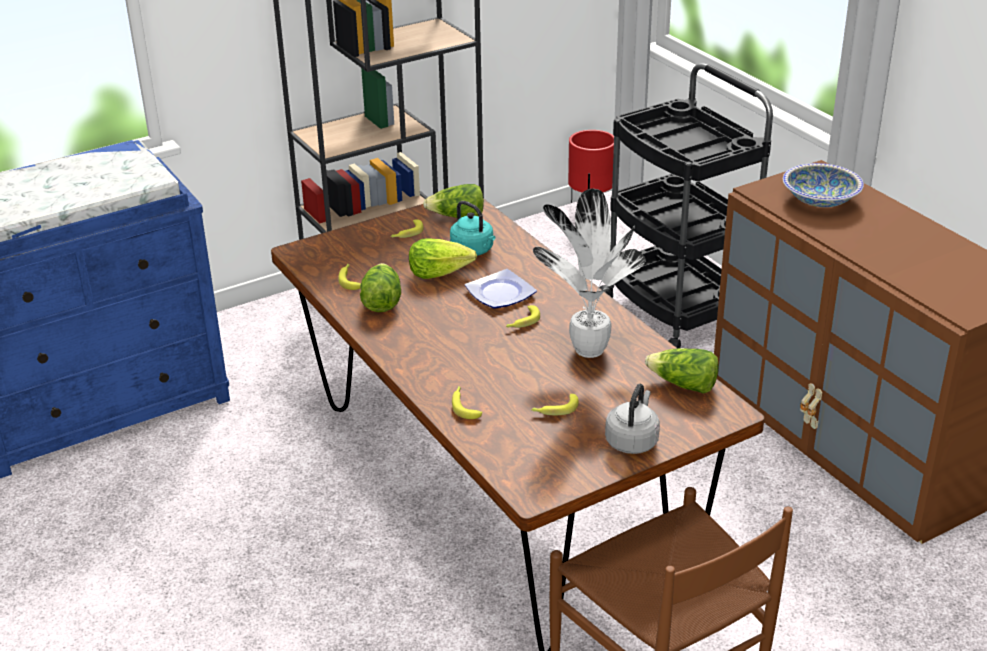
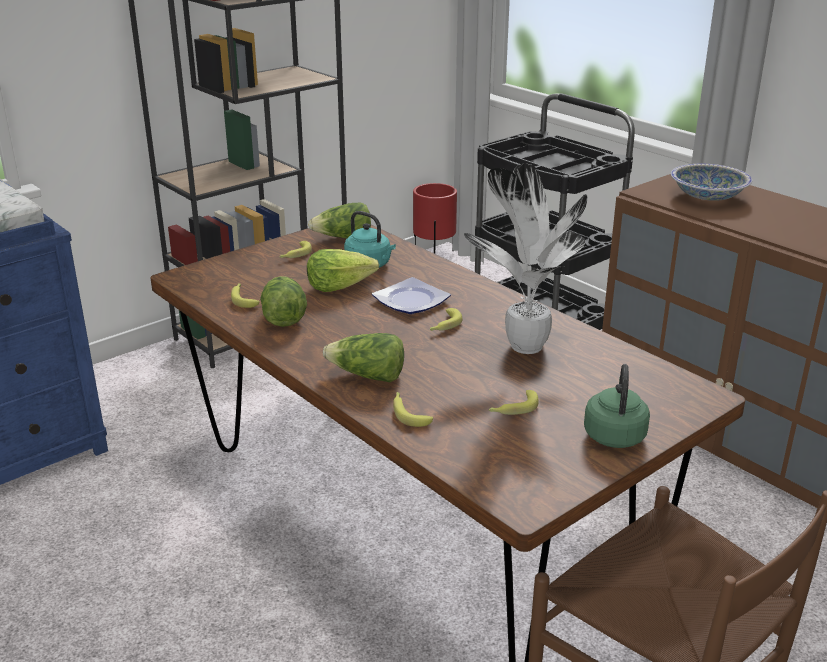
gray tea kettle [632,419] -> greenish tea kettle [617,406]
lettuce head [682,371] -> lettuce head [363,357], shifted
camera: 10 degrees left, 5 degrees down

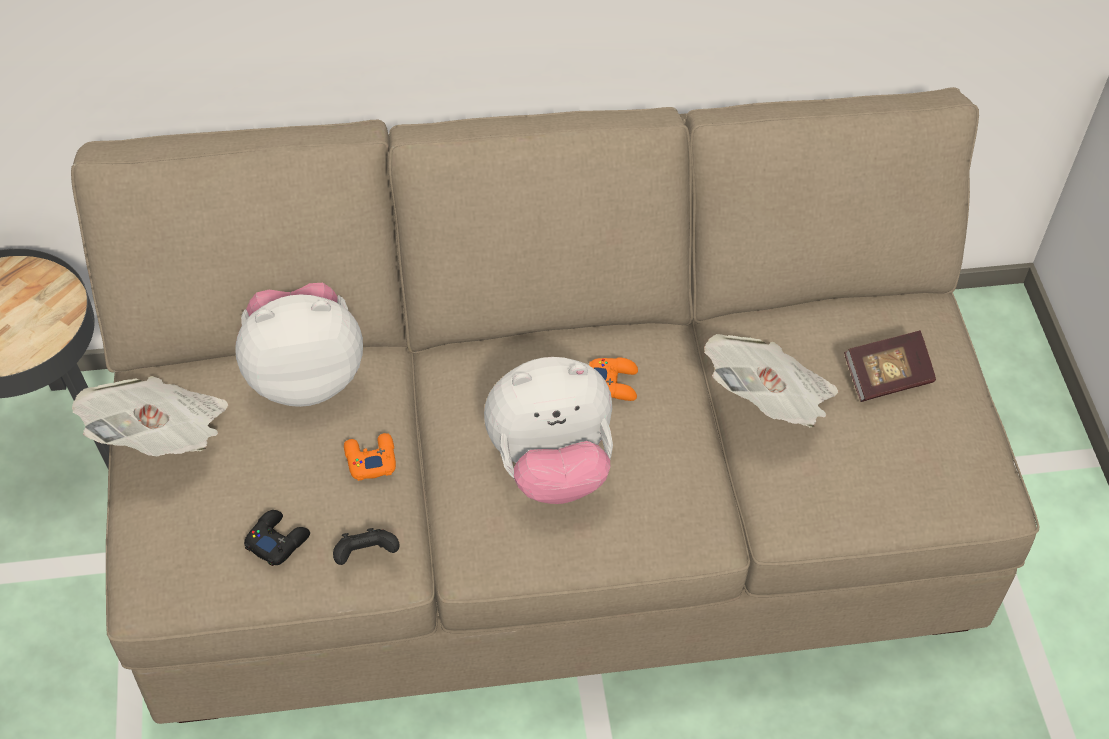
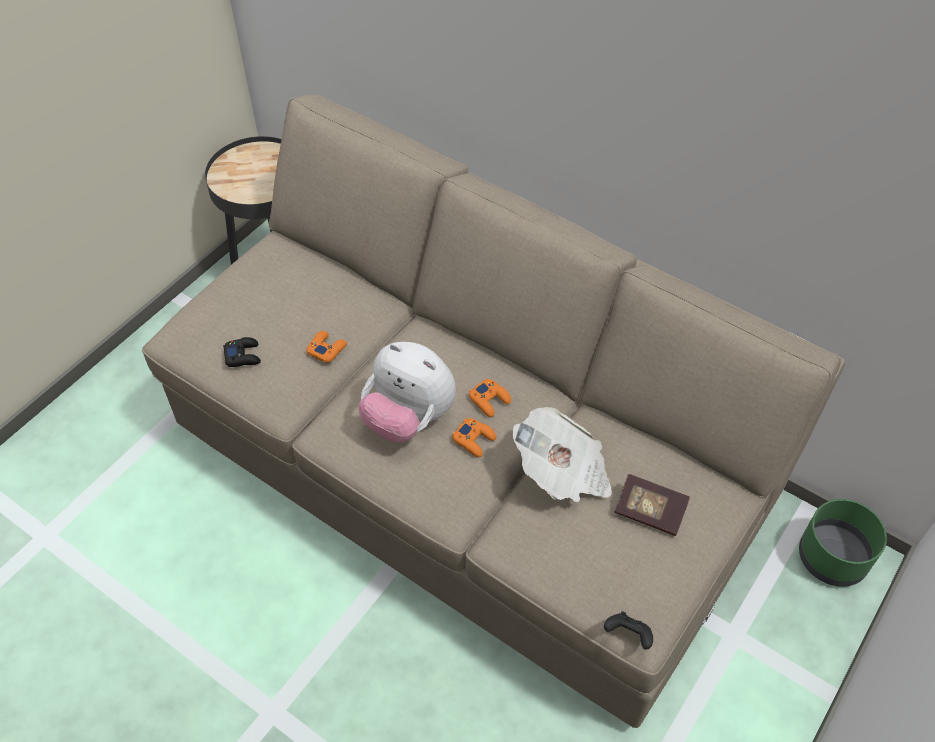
daily paper [150,416] -> none
soft toy [299,345] -> none
black joypad [366,546] -> black joypad [628,630], shifted
none -> orange joypad [474,437]
none -> greenish flower pot [843,543]
camera: 45 degrees right, 0 degrees up

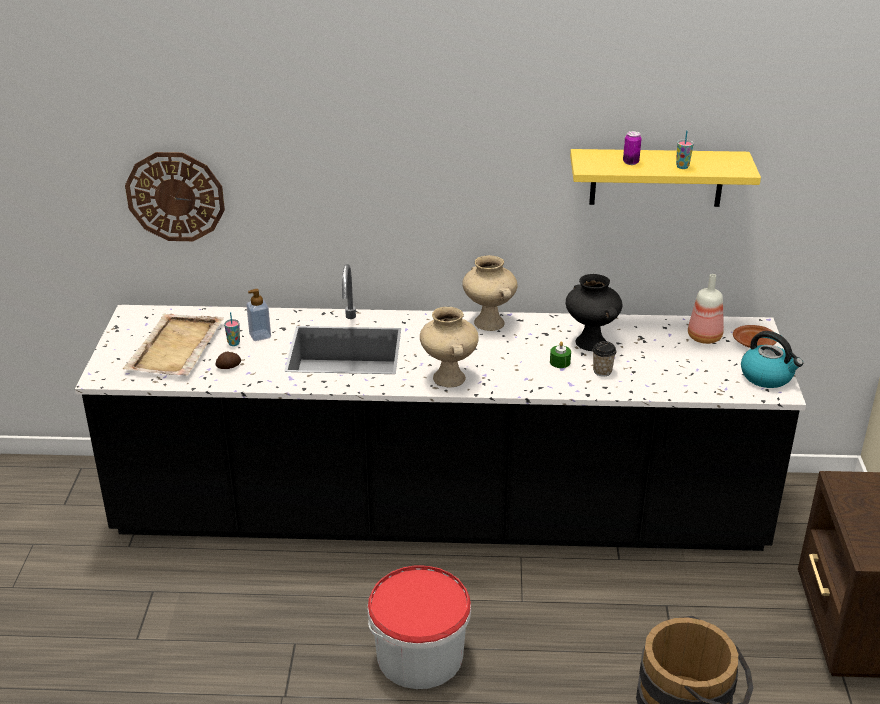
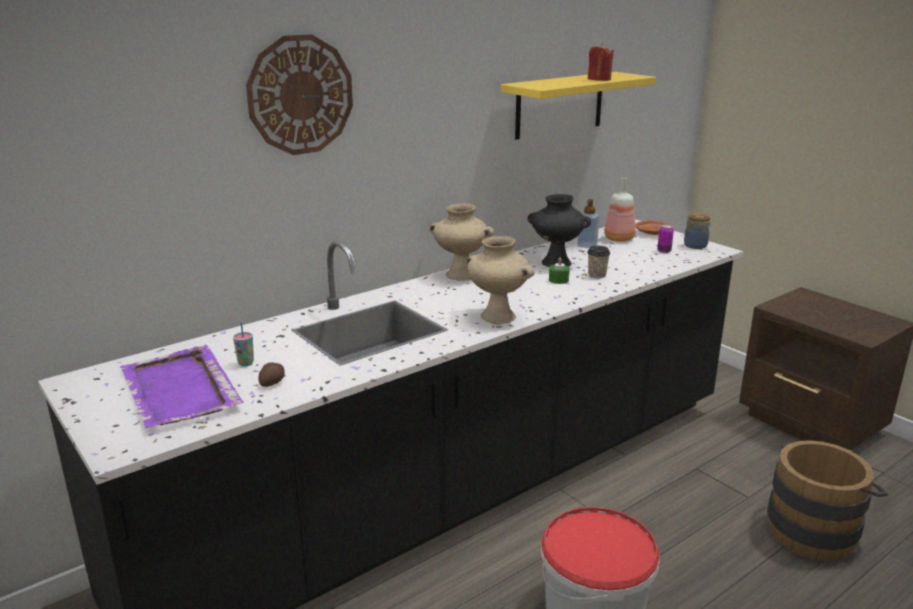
beige carrying tray [173,344] -> purple-coloured carrying tray [181,386]
hanging clock [175,196] -> hanging clock [299,94], shifted
soap bottle [258,315] -> soap bottle [588,223], shifted
sealed can [632,148] -> sealed can [665,239], shifted
small cup [685,149] -> reddish candle [601,62]
tea kettle [772,359] -> jar [697,231]
camera: 40 degrees left, 10 degrees down

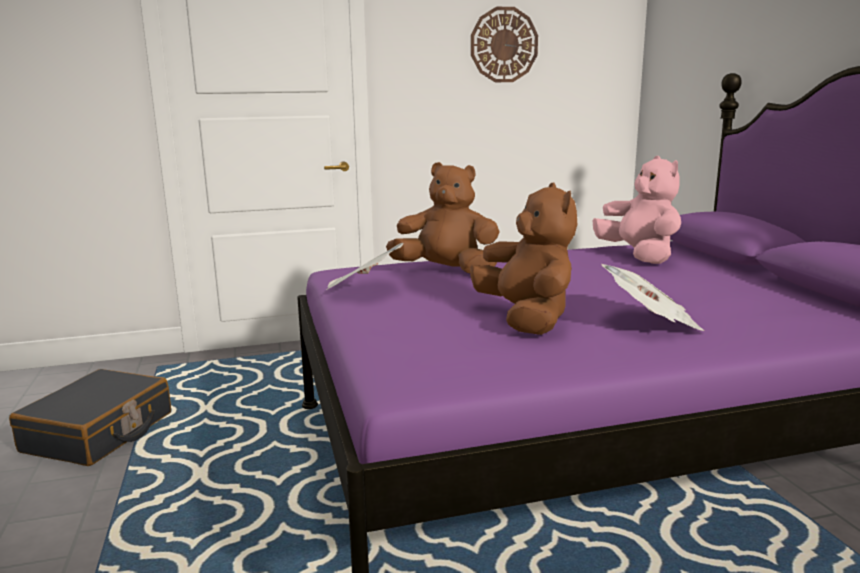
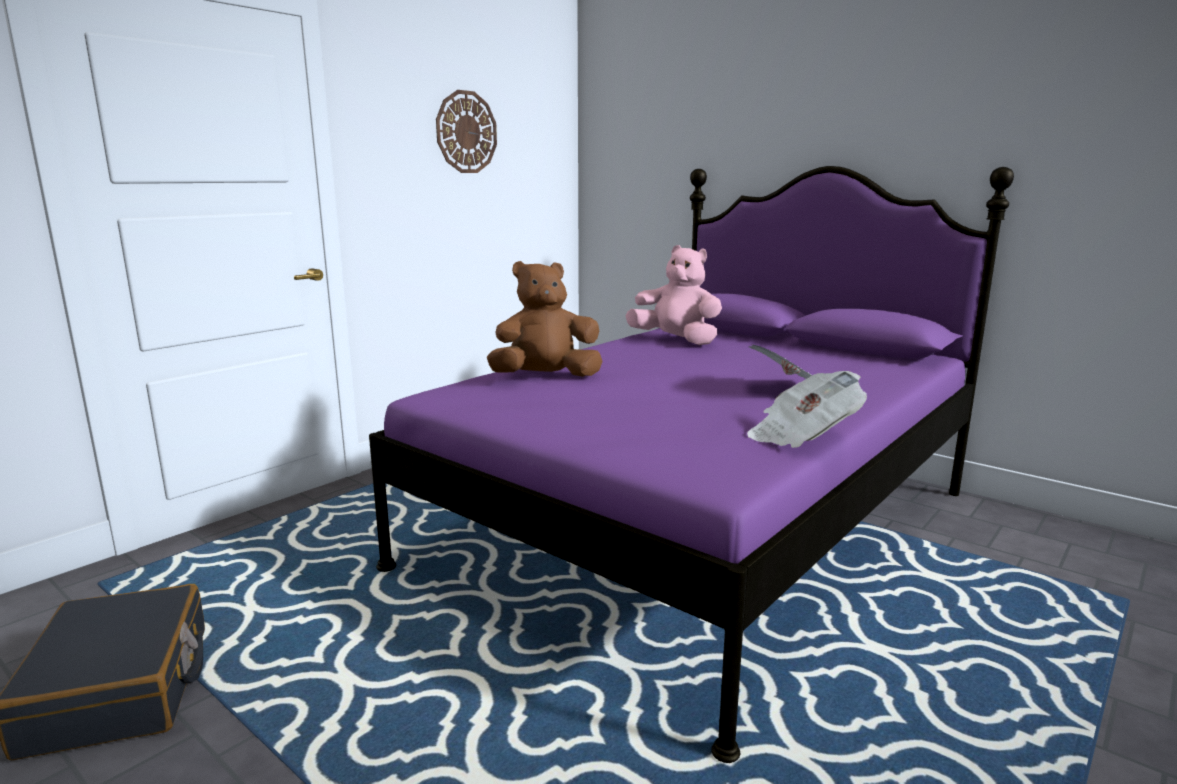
daily paper [364,267] -> daily paper [807,409], shifted
brown-coloured soft toy [523,259] -> none
camera: 35 degrees left, 0 degrees up

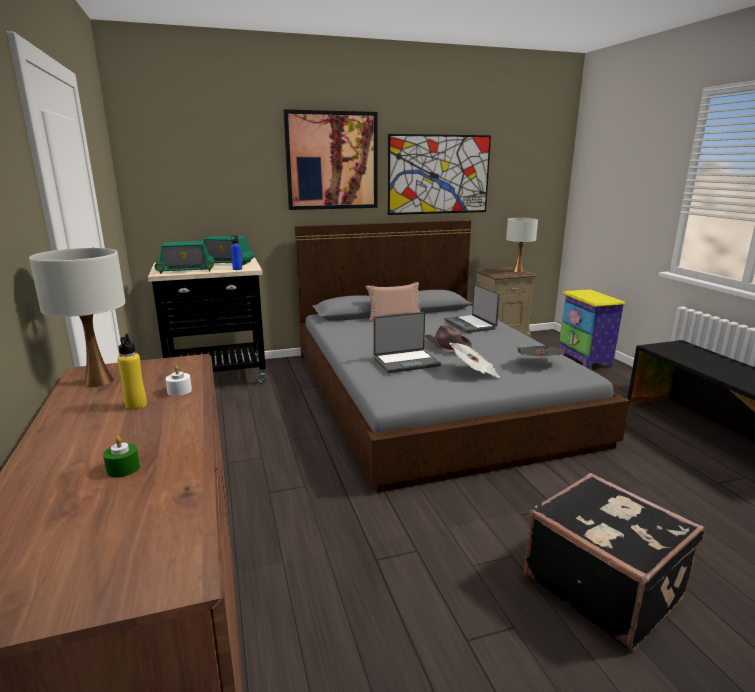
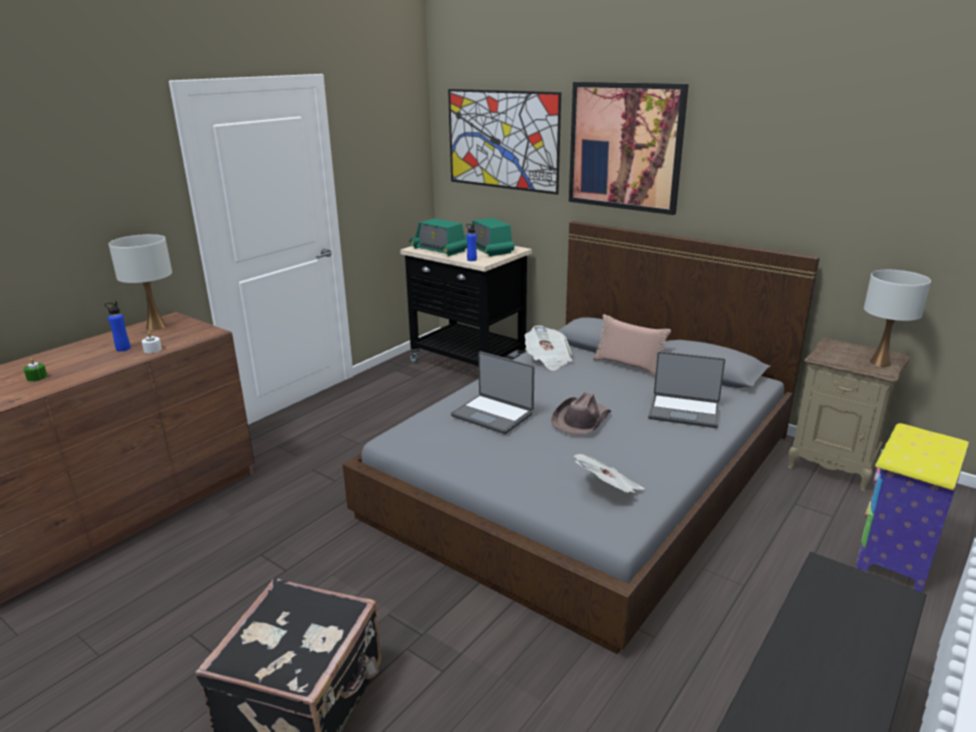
yellow drink bottle [132,372] -> bluish drink bottle [118,326]
picture [439,174] -> picture [504,142], shifted
portable computer [472,308] -> portable computer [686,389], 105 degrees counterclockwise
daily paper [475,360] -> daily paper [549,348], shifted
camera: 55 degrees right, 5 degrees up

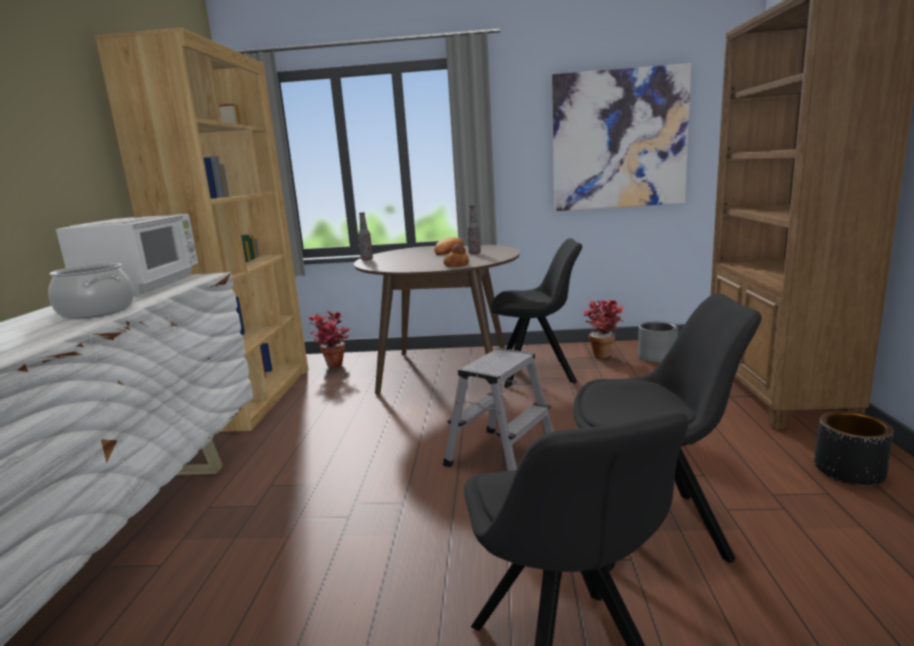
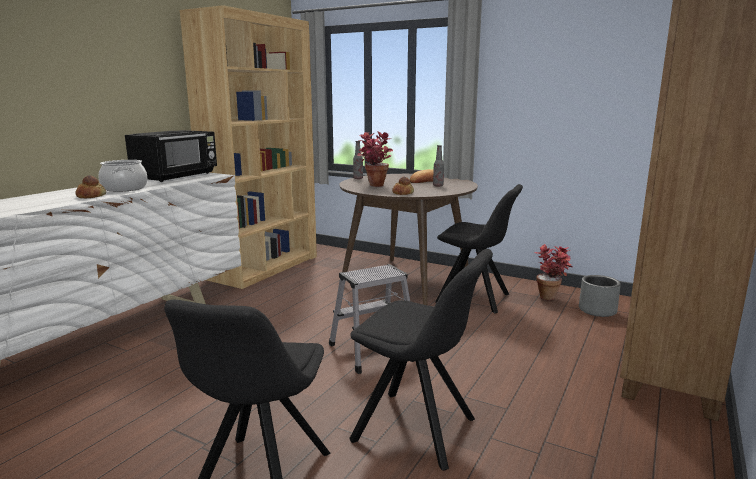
white-coloured kitchen microwave [127,254] -> black kitchen microwave [171,156]
plant in a pot [329,339] -> plant in a pot [375,159], shifted
picture [621,137] -> none
black flower pot [853,448] -> none
none -> bakery bread [90,186]
camera: 25 degrees right, 0 degrees up

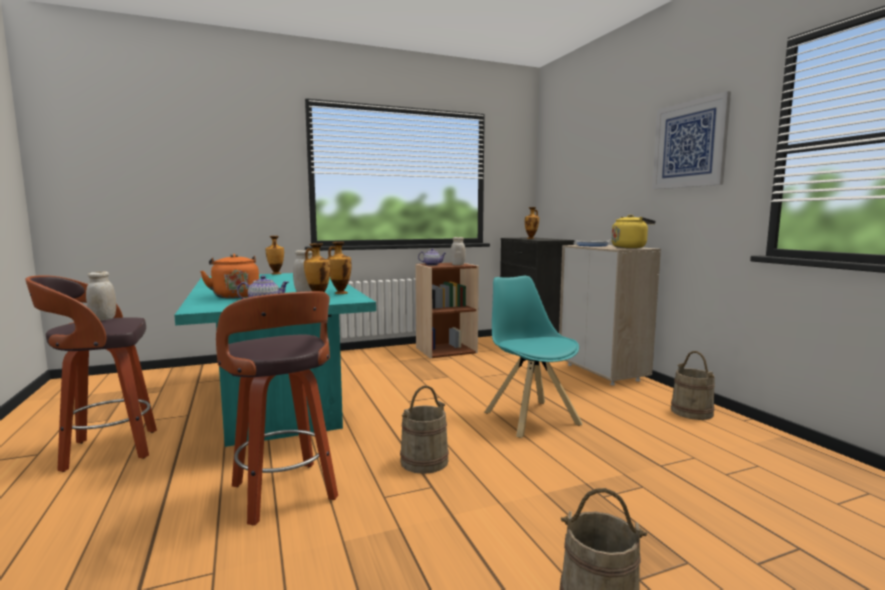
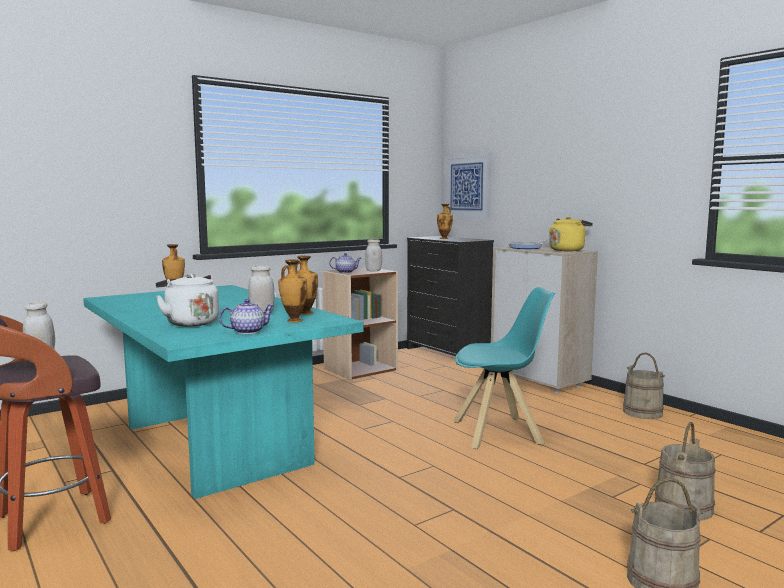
orange tea kettle [229,276] -> white-coloured tea kettle [187,300]
stool seat [277,408] -> none
beige pail [424,429] -> beige pail [685,471], shifted
turquoise chair [533,357] -> turquoise chair [504,368], 120 degrees clockwise
picture [691,140] -> picture [468,186], shifted
camera: 15 degrees left, 0 degrees up

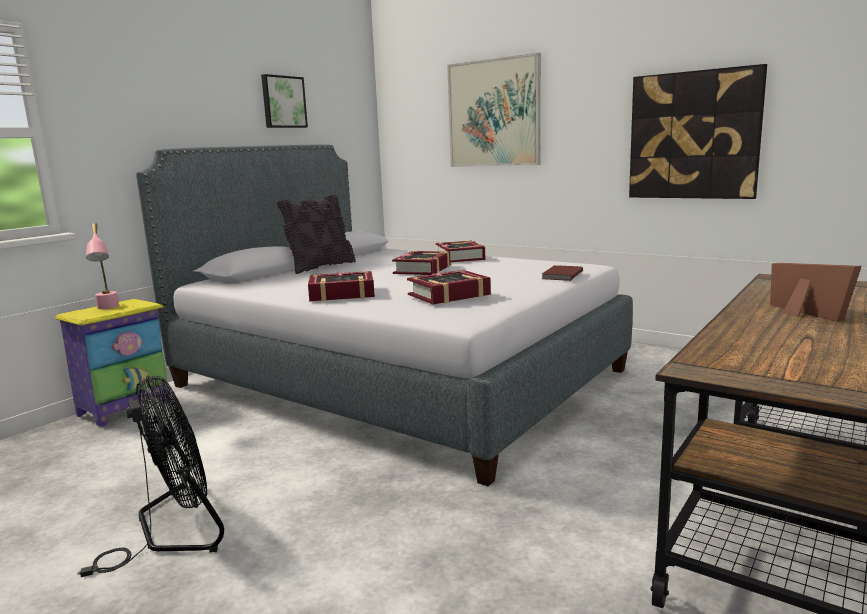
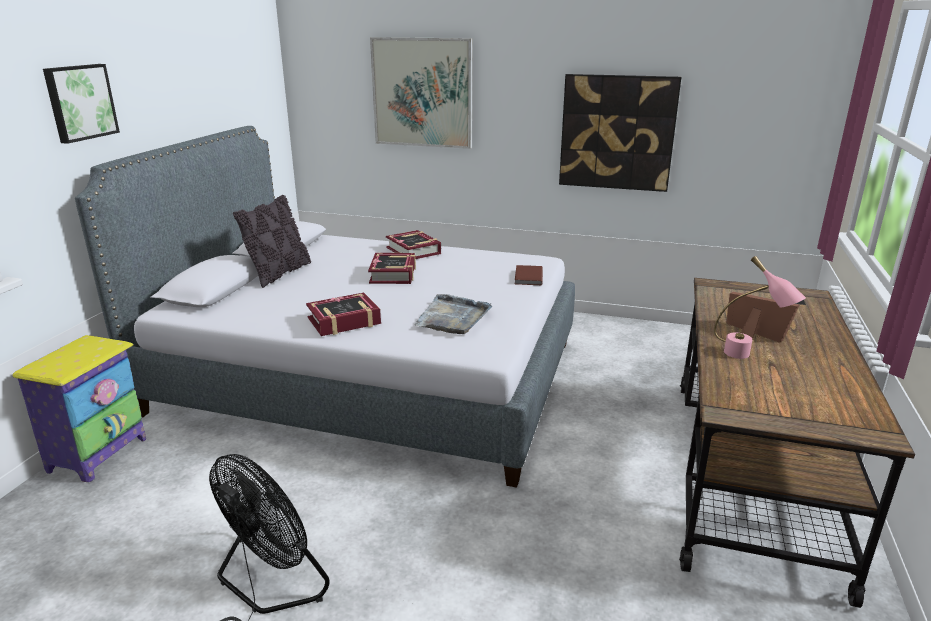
pink table lamp [102,266] -> pink table lamp [760,307], shifted
picture [284,101] -> picture [81,104], shifted
bound book [449,287] -> gray carrying tray [453,314]
camera: 20 degrees left, 10 degrees up

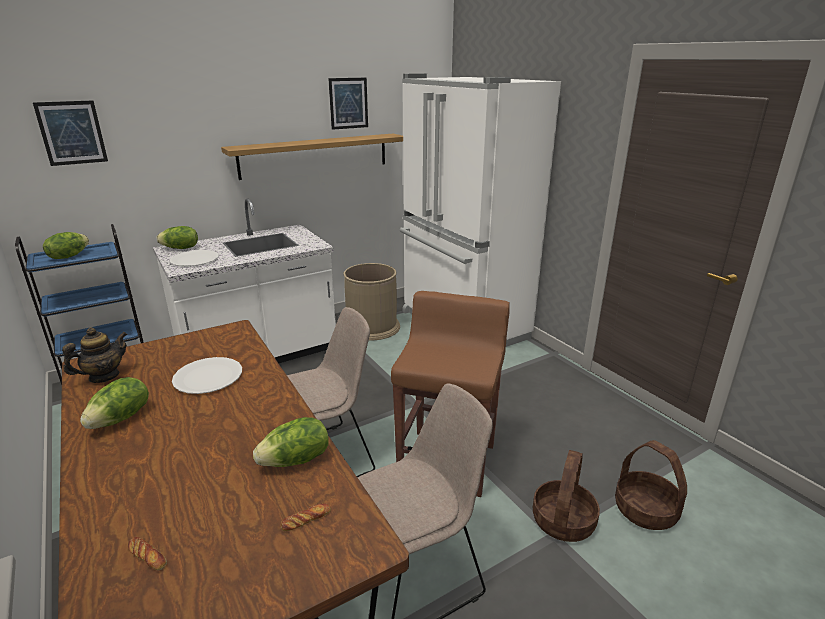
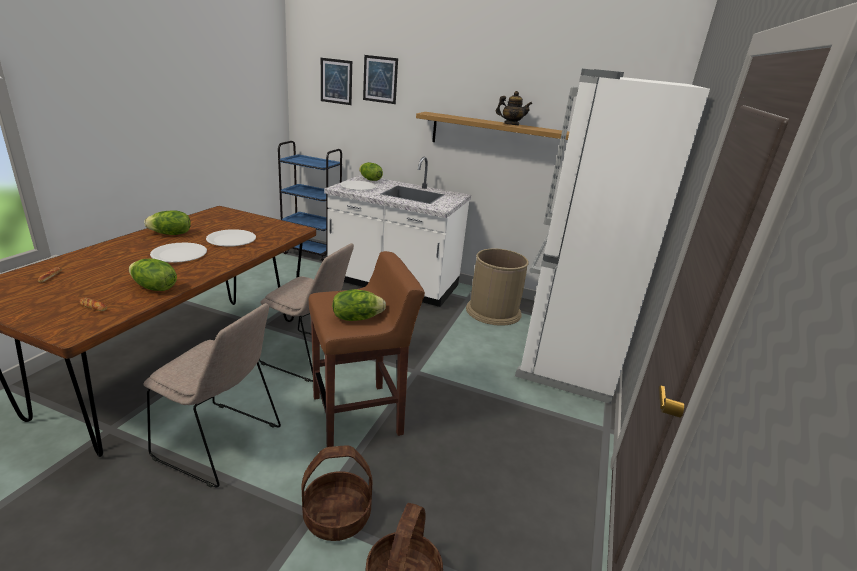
lettuce head [66,245] -> lettuce head [359,305], shifted
tea pot [95,355] -> tea pot [514,108], shifted
picture [348,104] -> picture [380,79], shifted
none -> white-coloured plate [178,252]
camera: 50 degrees right, 0 degrees up

